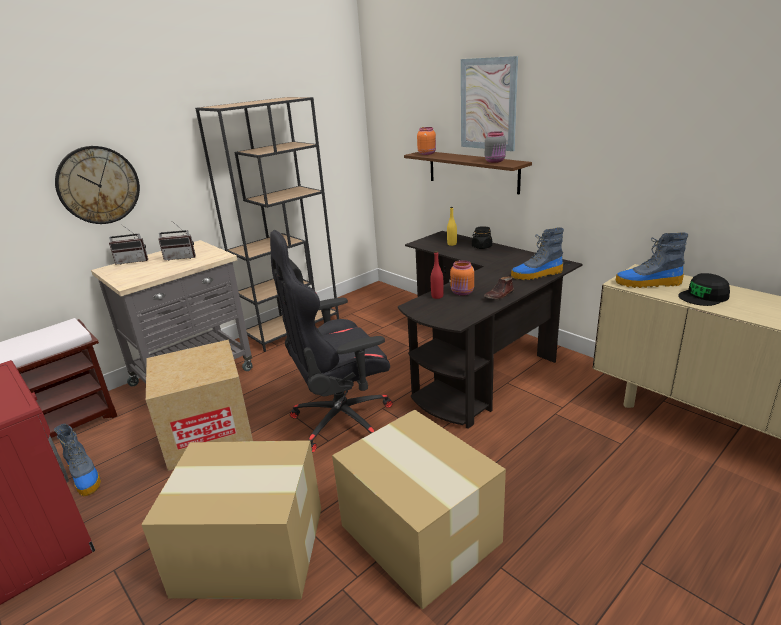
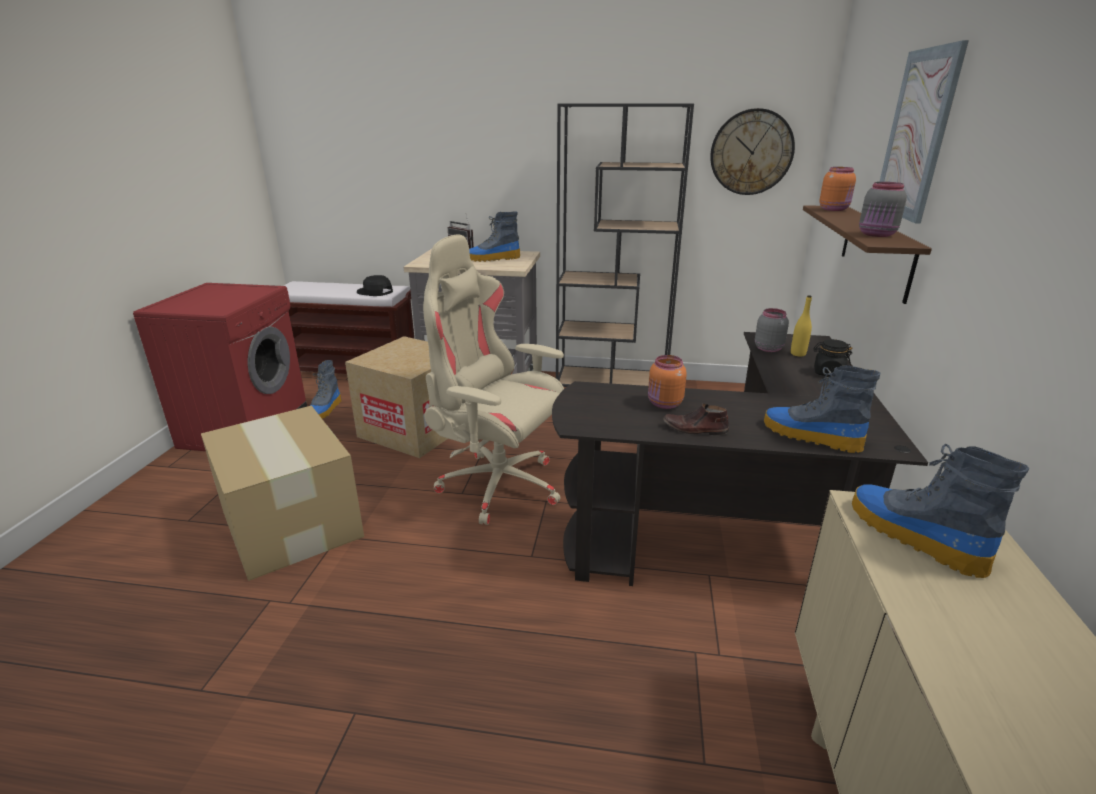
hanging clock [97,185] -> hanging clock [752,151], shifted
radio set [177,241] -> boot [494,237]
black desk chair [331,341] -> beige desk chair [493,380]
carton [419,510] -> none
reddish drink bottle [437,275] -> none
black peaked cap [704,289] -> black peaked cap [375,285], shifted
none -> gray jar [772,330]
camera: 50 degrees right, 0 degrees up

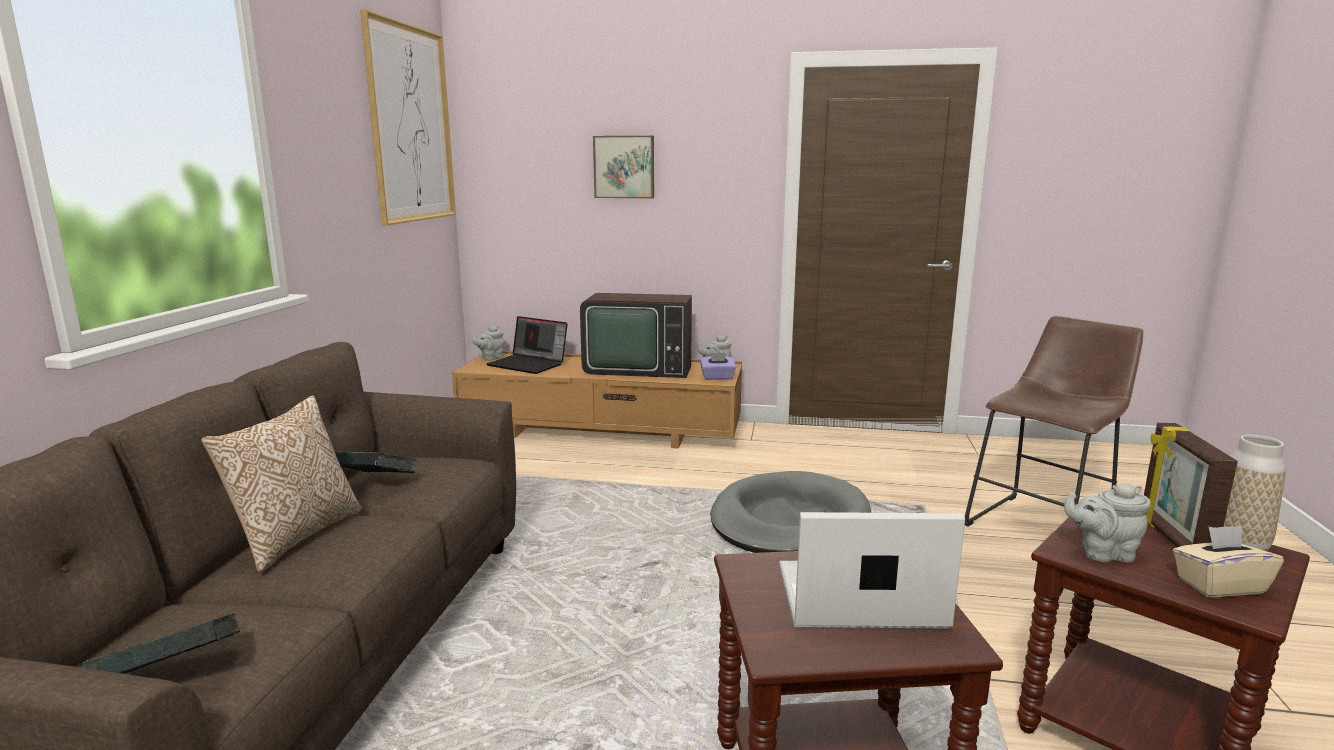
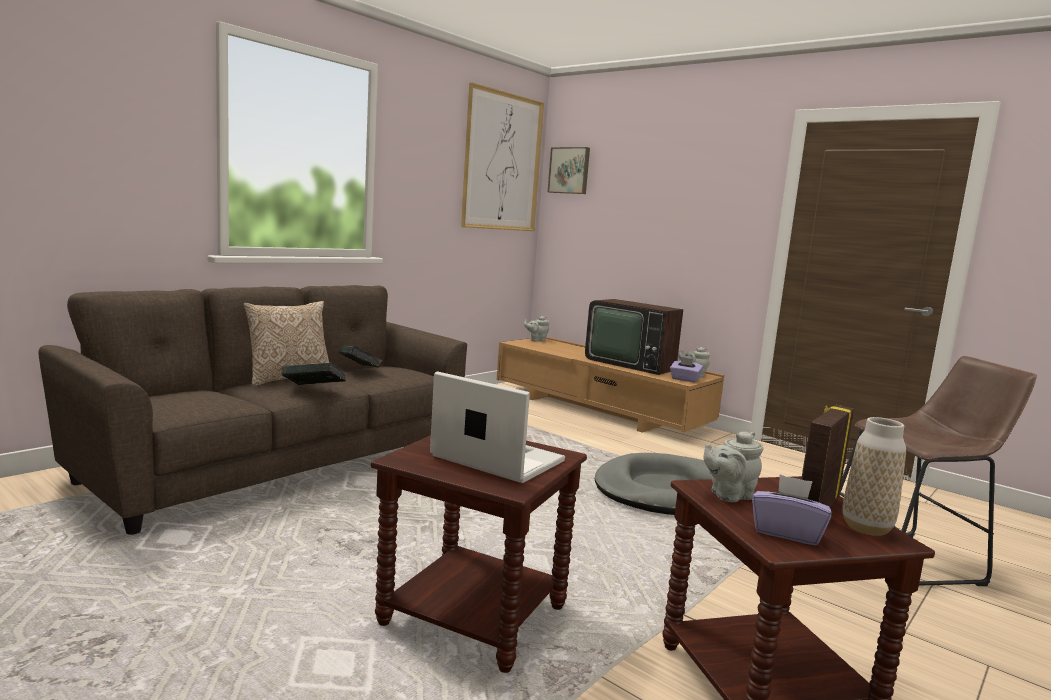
bound book [161,643] -> bound book [313,373], shifted
portable computer [527,345] -> none
picture [623,167] -> picture [569,170], shifted
gray tea pot [1107,522] -> gray tea pot [733,466], 60 degrees counterclockwise
beige box of tissues [1228,561] -> purple-coloured box of tissues [792,509]
camera: 30 degrees right, 5 degrees down

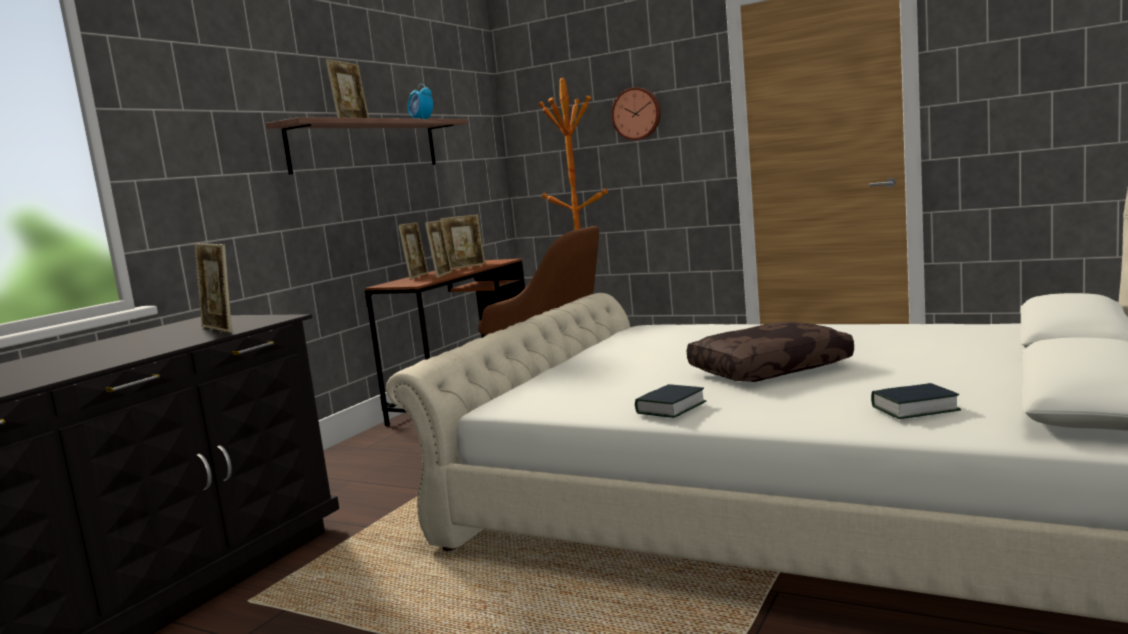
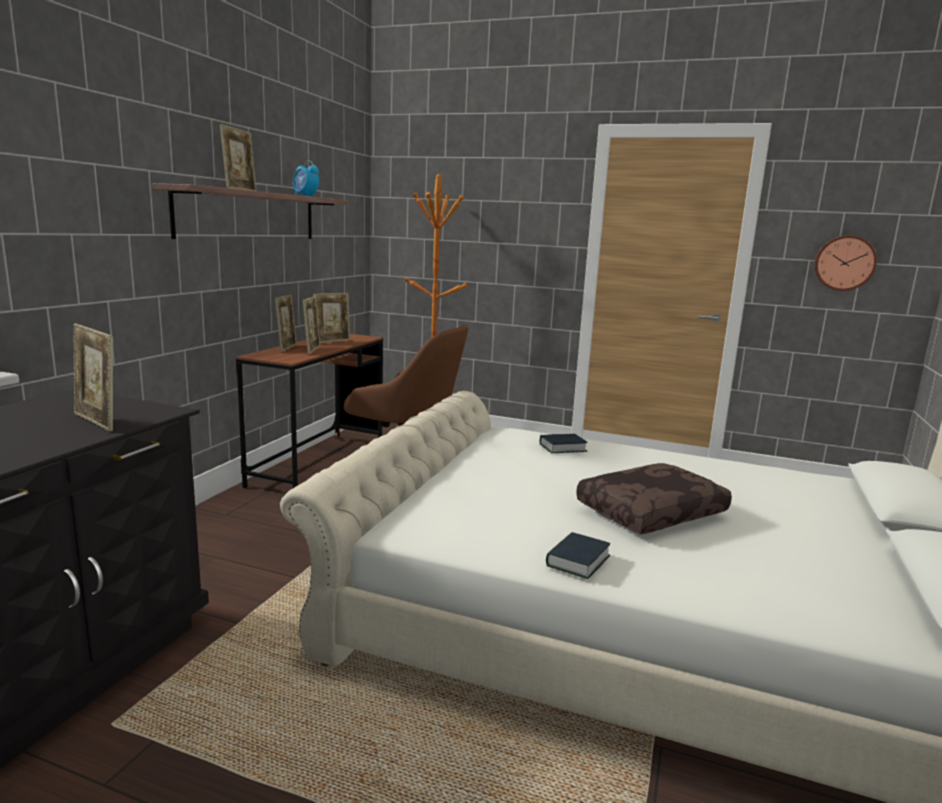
hanging clock [636,113] -> hanging clock [845,263], shifted
bound book [916,401] -> bound book [563,443], shifted
camera: 10 degrees left, 5 degrees up

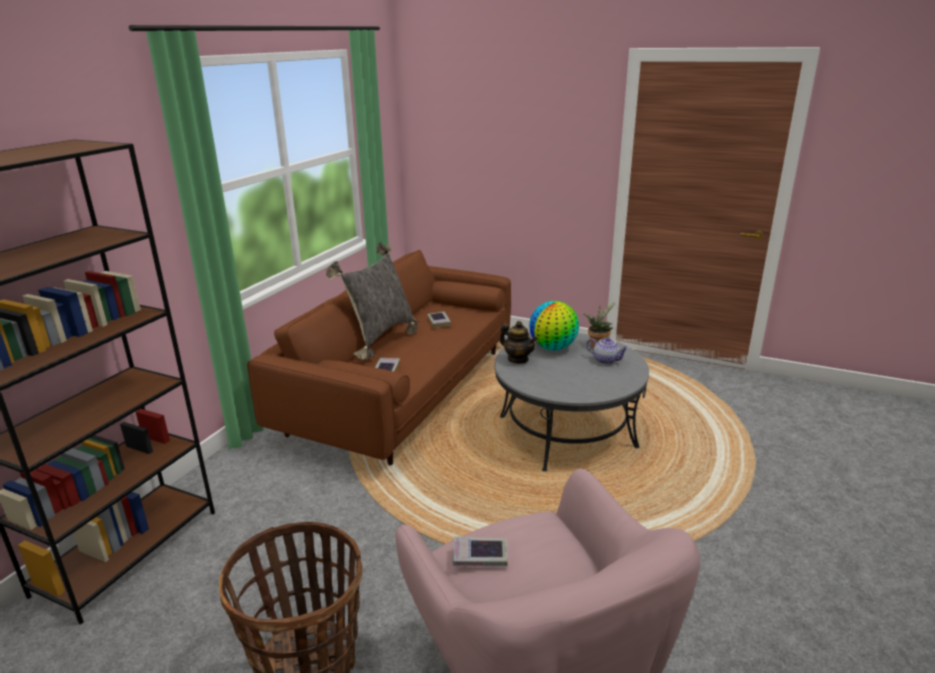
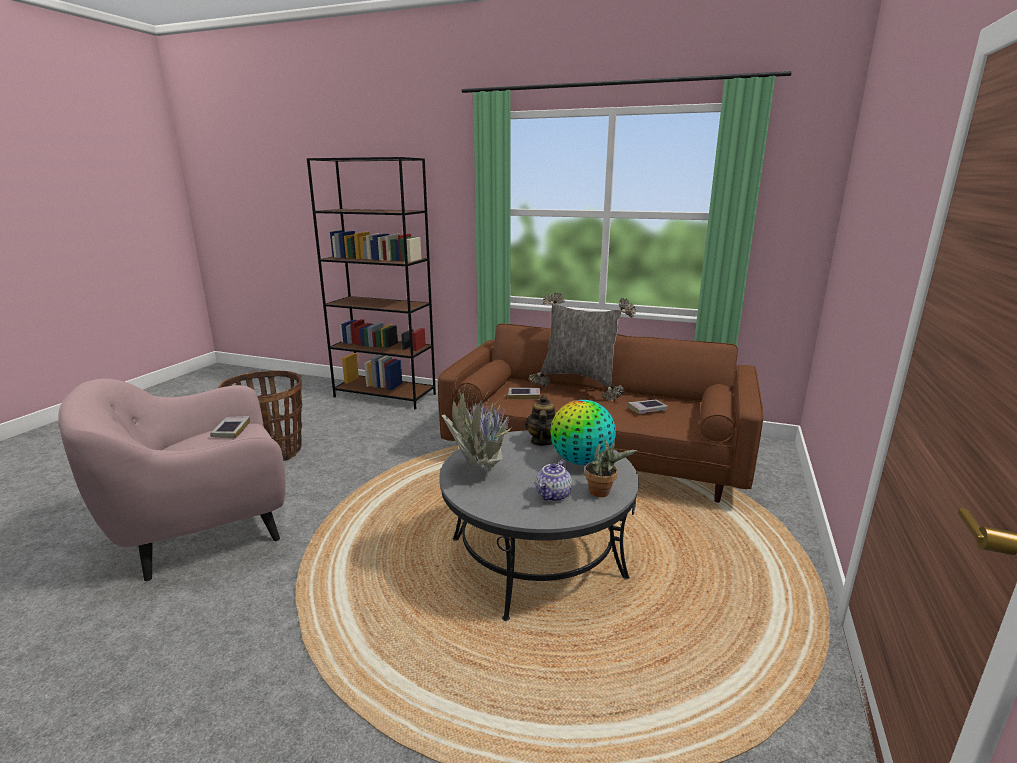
tea pot [519,342] -> tea pot [540,420], 150 degrees clockwise
none -> plant in a pot [489,424]
camera: 85 degrees right, 5 degrees down

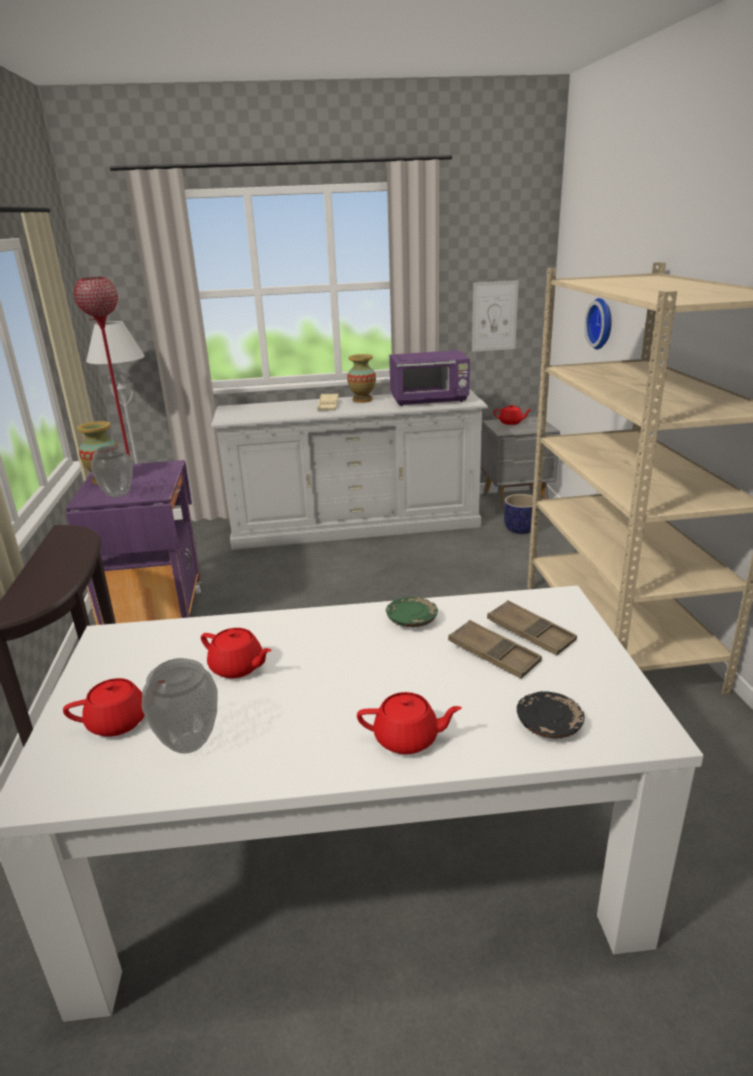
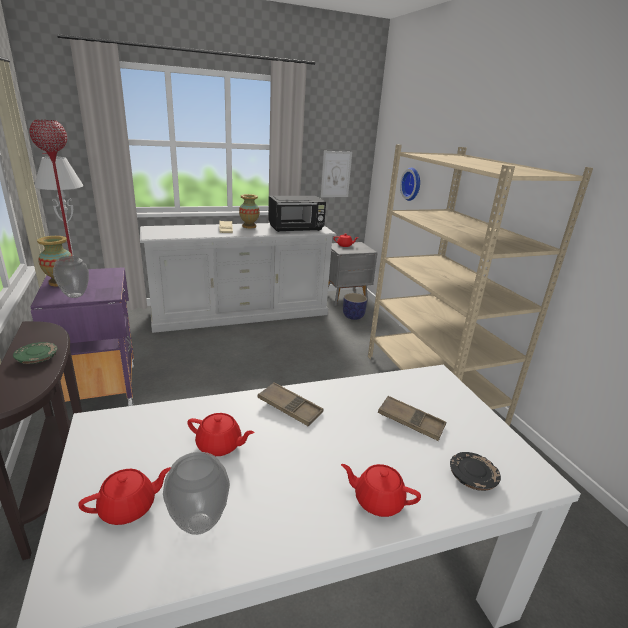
reddish tea pot [409,723] -> reddish tea pot [381,490], 150 degrees counterclockwise
greenish plate [412,612] -> greenish plate [35,353], shifted
purple-coloured kitchen microwave [429,378] -> black kitchen microwave [297,214]
brown-coloured carrying tray [532,628] -> brown-coloured carrying tray [290,404], shifted
camera: 15 degrees left, 0 degrees up

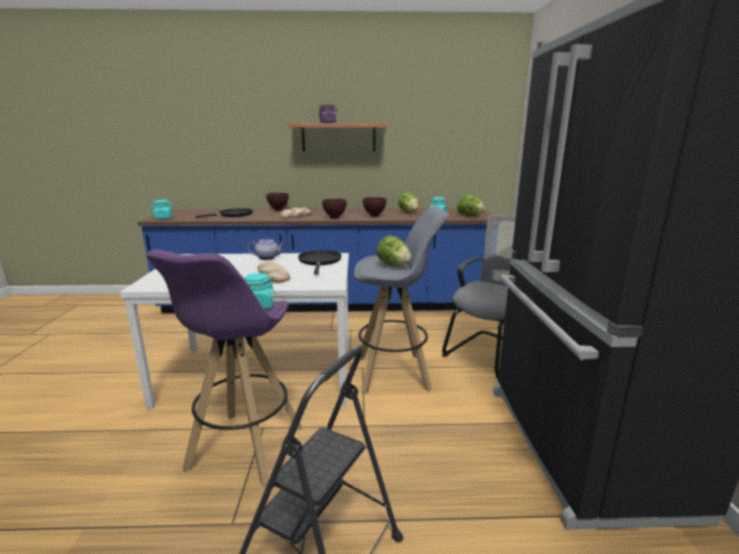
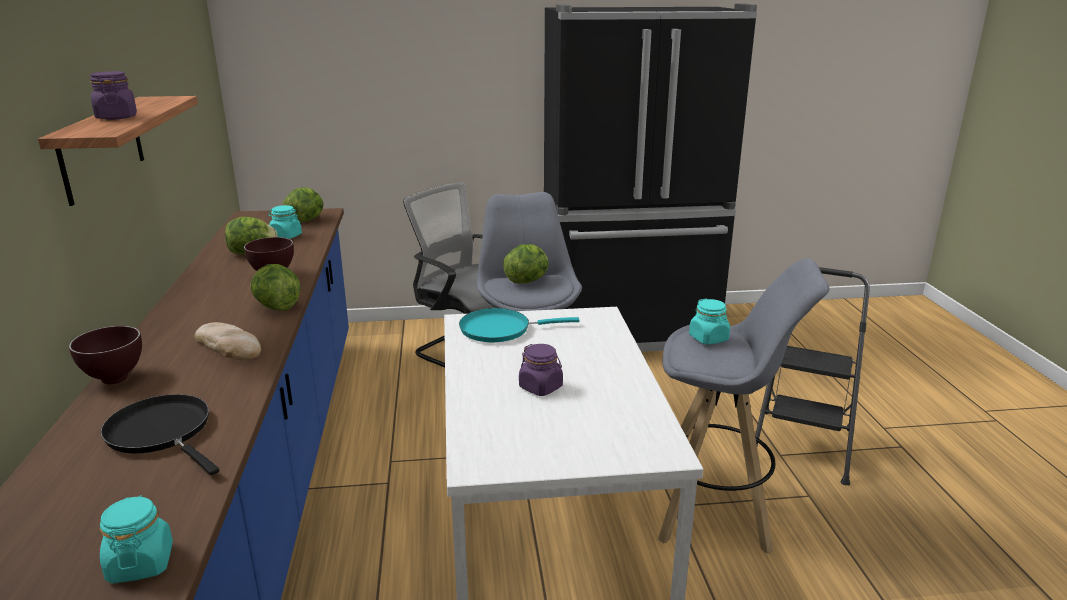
purple-coloured stool seat [224,368] -> gray stool seat [743,406]
tea pot [266,248] -> none
bakery bread [274,272] -> none
black skillet [320,262] -> turquoise skillet [519,325]
brown-coloured deep dish [334,209] -> lettuce head [276,287]
none -> purple-coloured jar [541,370]
camera: 95 degrees left, 5 degrees up

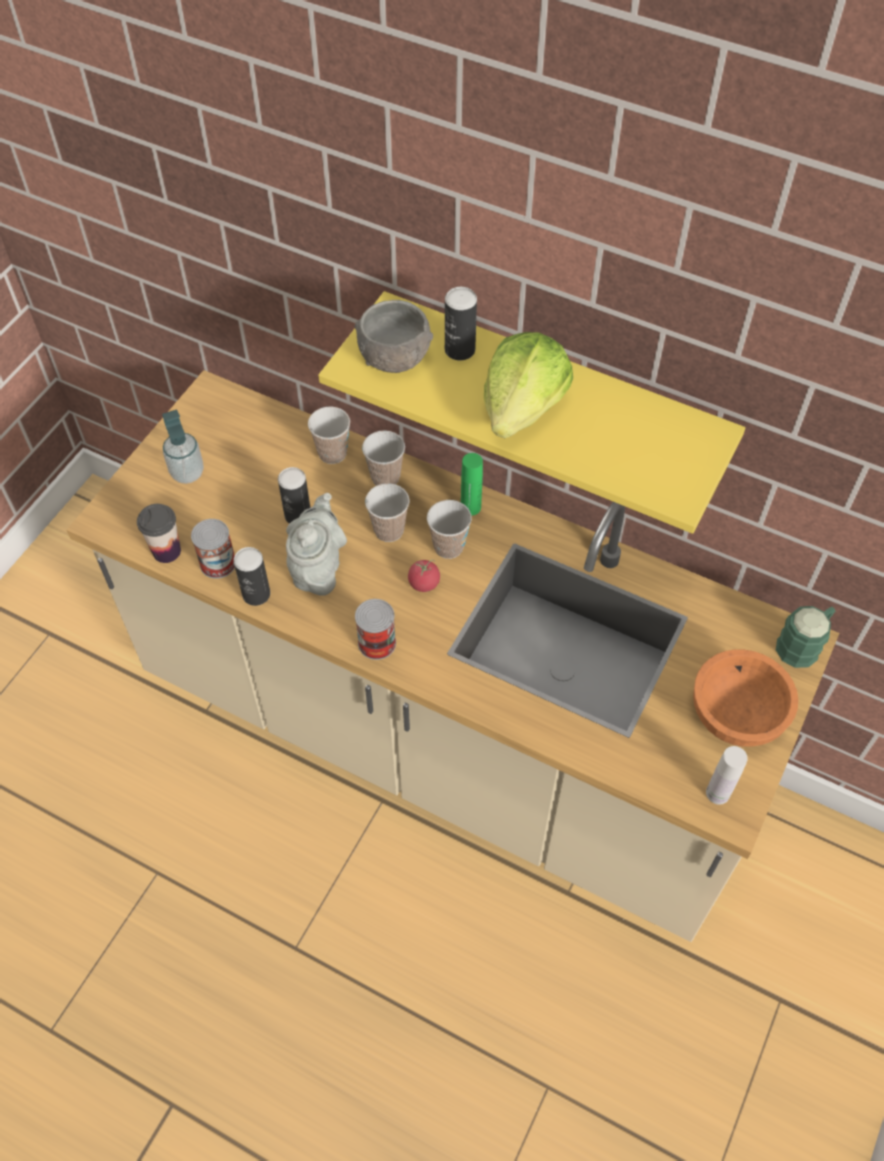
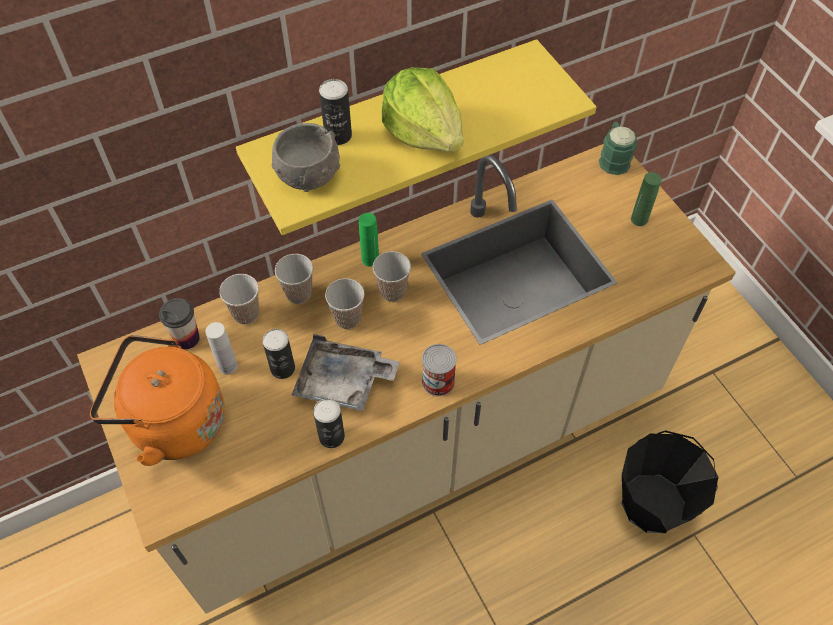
small cup [159,533] -> small cup [179,323], shifted
soap bottle [183,446] -> orange tea kettle [157,400]
sealed can [213,549] -> none
gray tea pot [316,544] -> gray carrying tray [345,372]
whole tomato [424,576] -> none
orange deep dish [745,698] -> greenish drink bottle [646,199]
white-coloured drink bottle [727,775] -> white-coloured drink bottle [221,348], shifted
none -> black pail [669,481]
camera: 55 degrees left, 0 degrees up

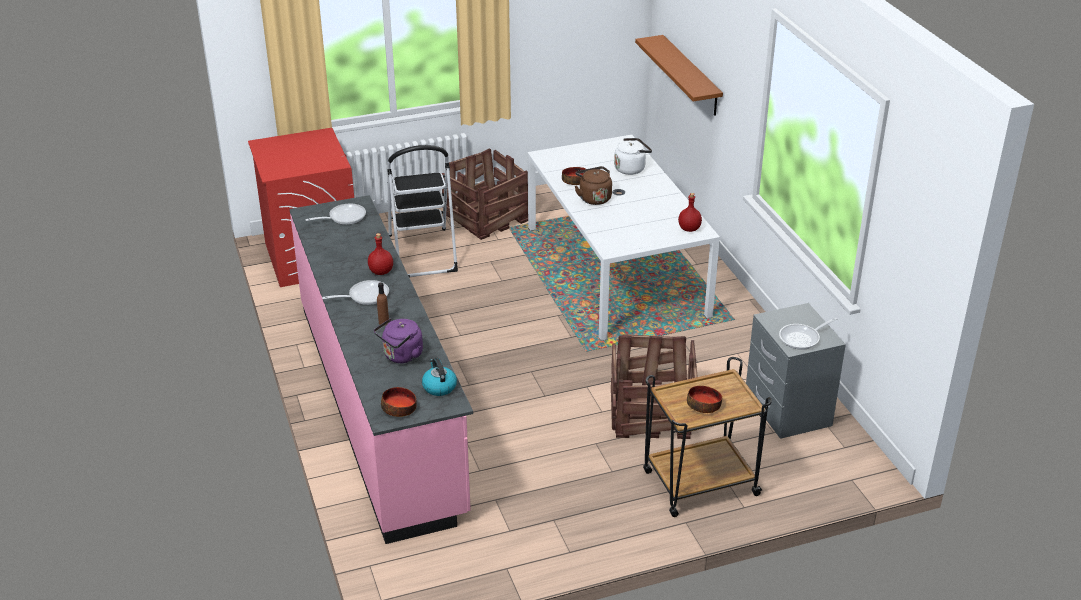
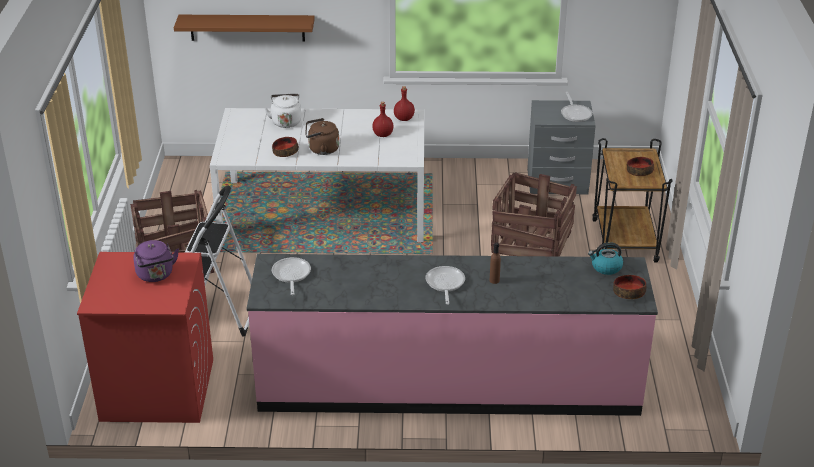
reddish drink bottle [380,254] -> reddish drink bottle [382,119], shifted
purple-coloured tea kettle [398,340] -> purple-coloured tea kettle [156,261], shifted
camera: 70 degrees left, 0 degrees up

